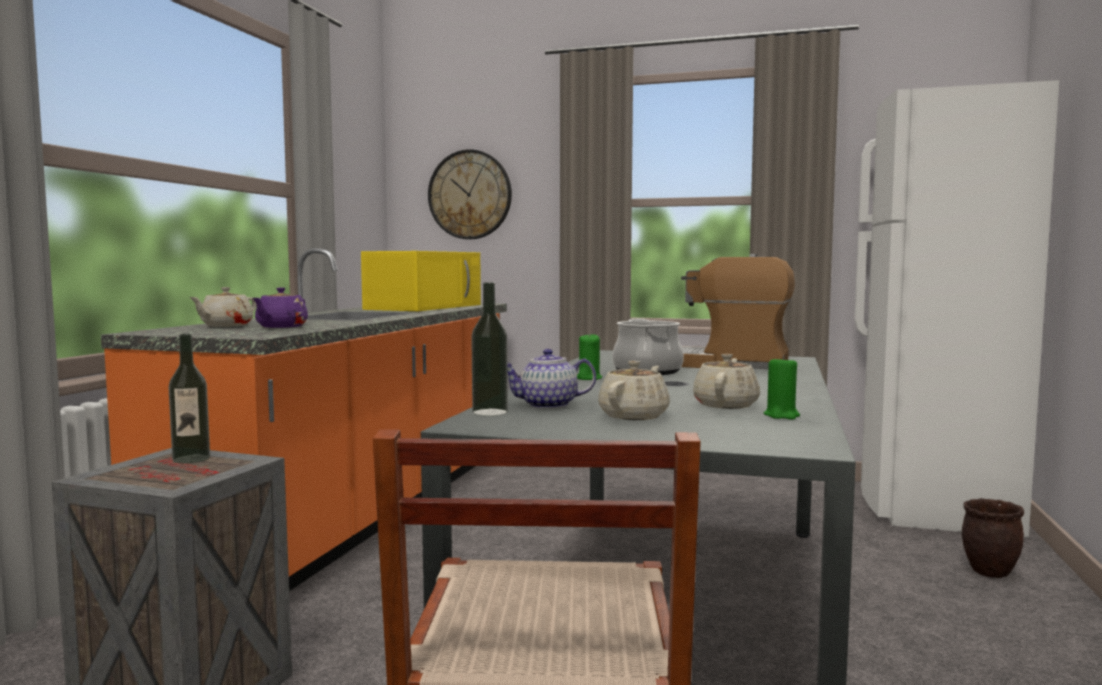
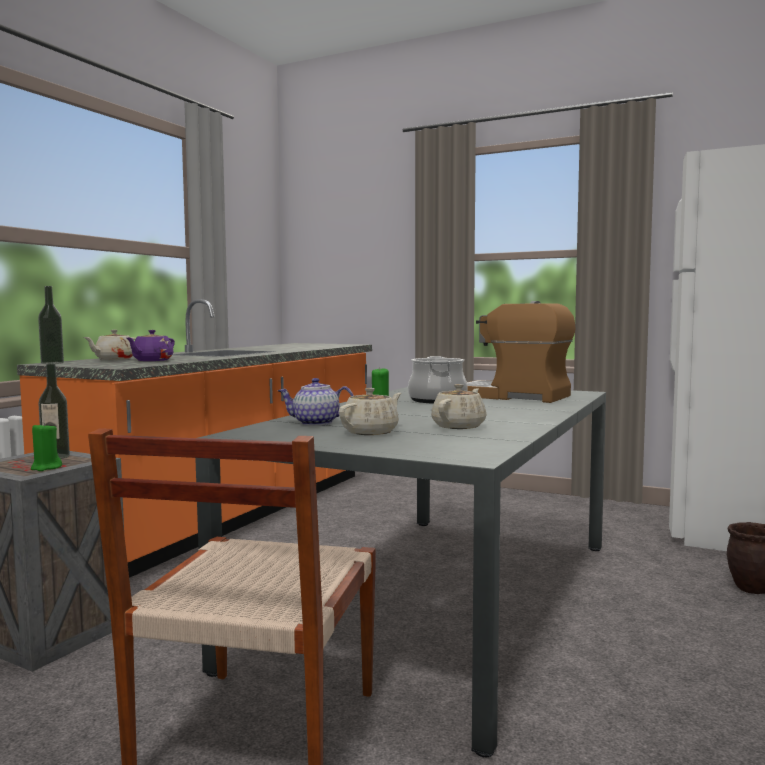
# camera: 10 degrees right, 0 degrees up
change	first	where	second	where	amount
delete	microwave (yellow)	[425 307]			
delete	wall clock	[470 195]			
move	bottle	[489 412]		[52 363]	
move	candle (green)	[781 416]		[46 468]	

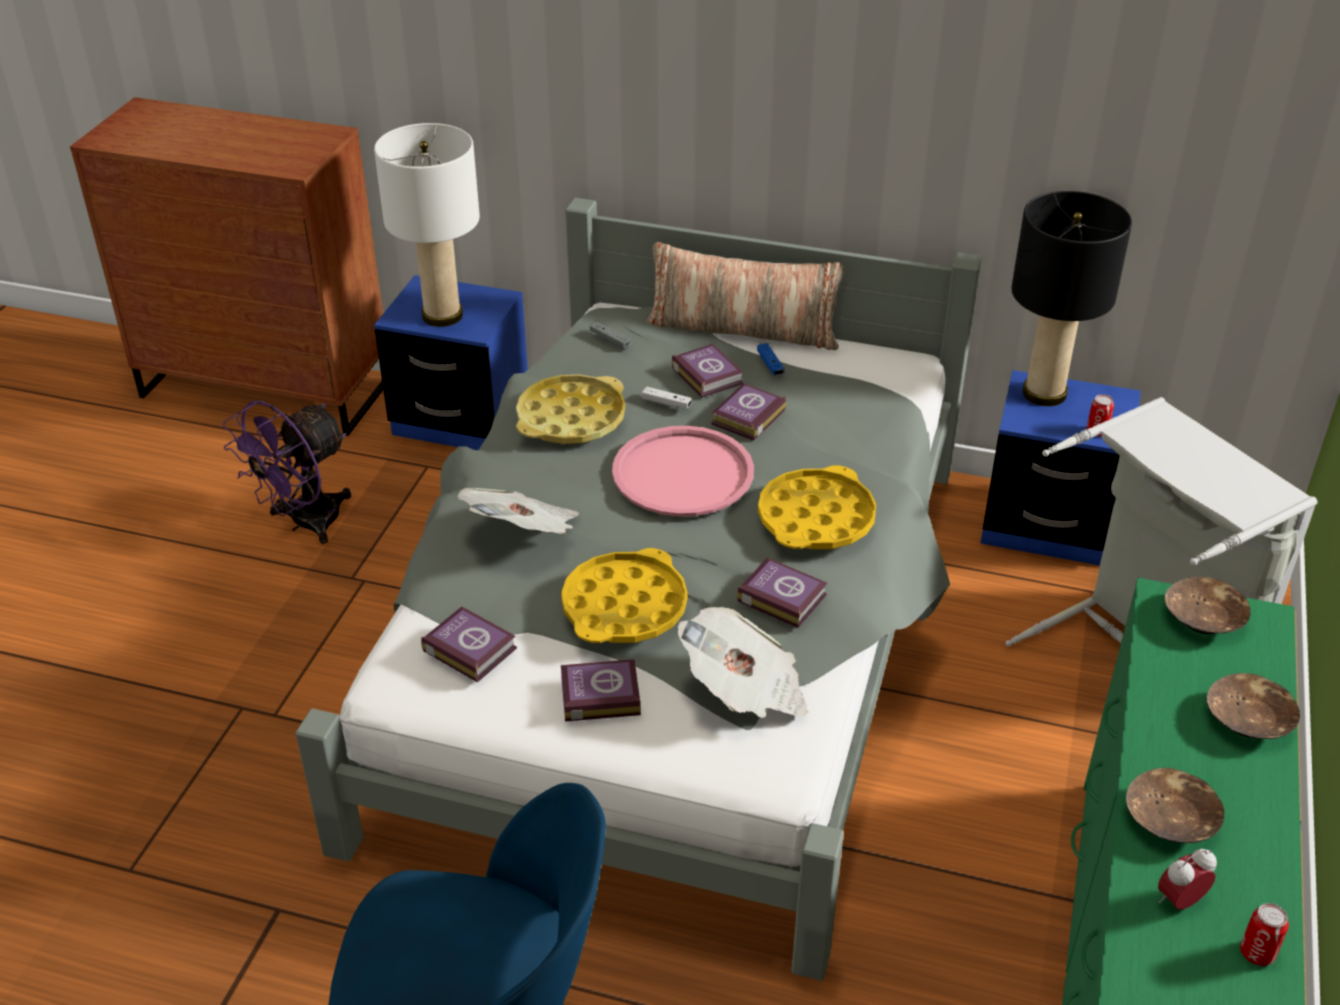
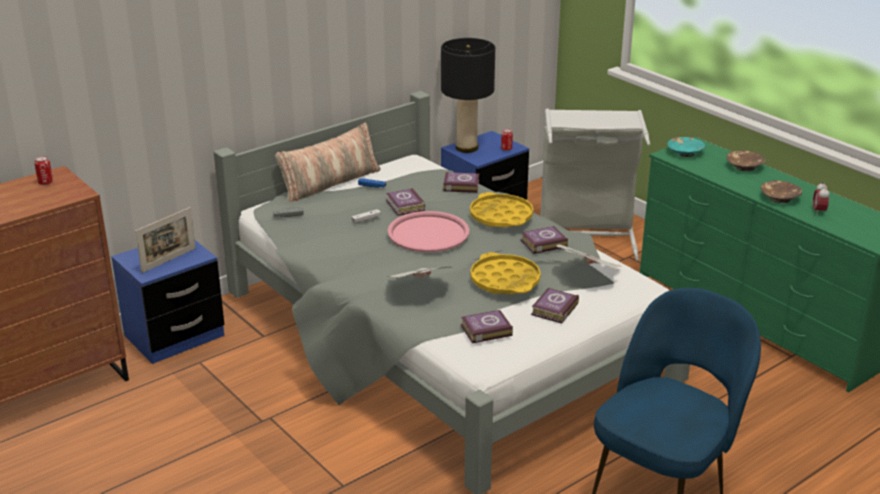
# camera: 55 degrees left, 10 degrees down
change	first	where	second	where	amount
delete	fan (purple)	[304 523]			
replace	table lamp (white)	[443 315]	picture frame	[169 260]	
delete	tray (yellow)	[571 418]			
move	book	[707 375]		[460 185]	
recolor	bowl (brown)	[1204 619]	bowl (turquoise)	[685 152]	
move	can	[1257 953]		[45 182]	

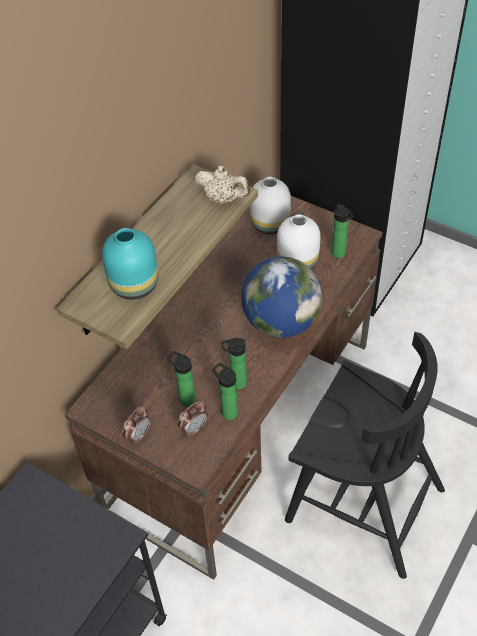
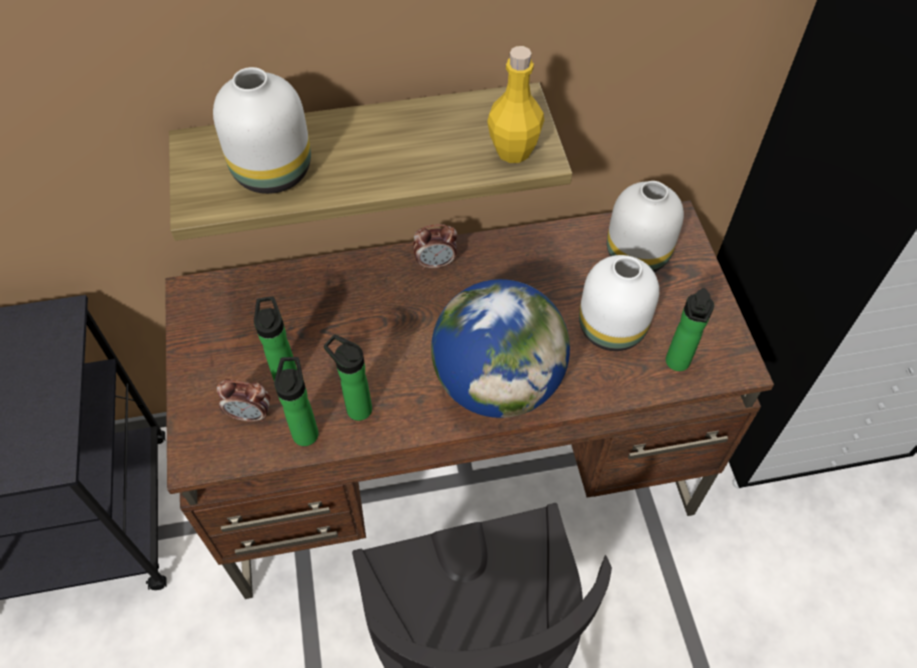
# camera: 45 degrees right, 5 degrees up
change	first	where	second	where	amount
recolor	vase (turquoise)	[135 284]	vase (white)	[275 172]	
move	alarm clock	[138 435]		[436 263]	
replace	teapot (beige)	[223 199]	bottle (yellow)	[513 151]	

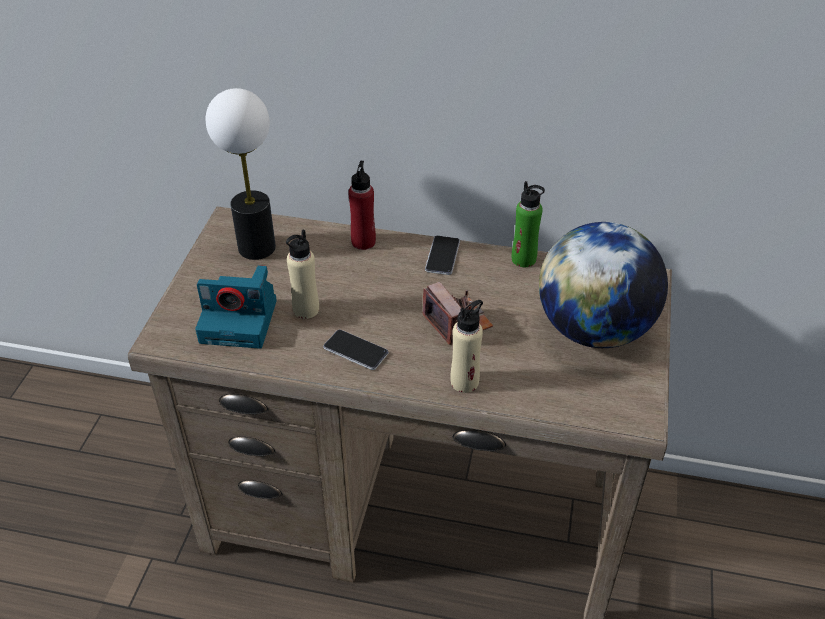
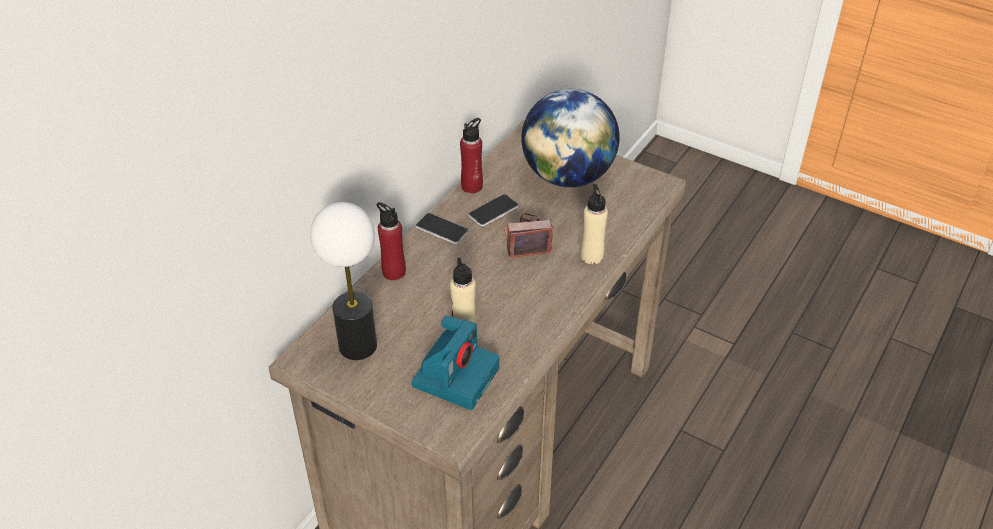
# camera: 70 degrees left, 0 degrees up
change	first	where	second	where	amount
move	phone	[355 350]		[493 211]	
recolor	bottle (green)	[523 259]	bottle (red)	[472 186]	

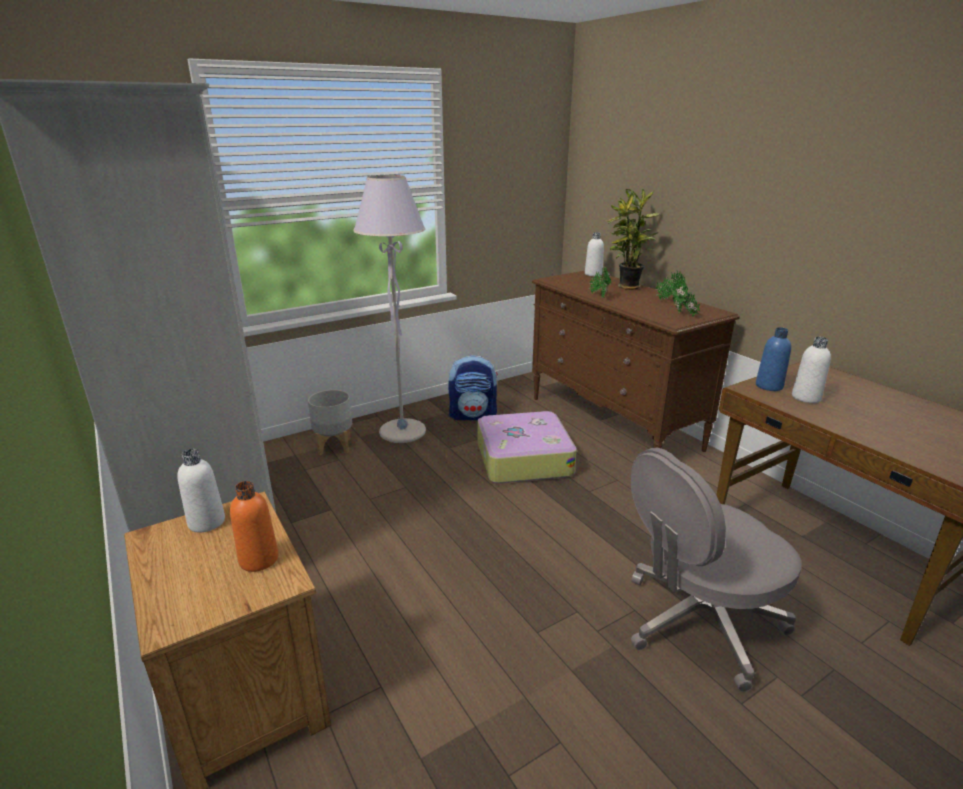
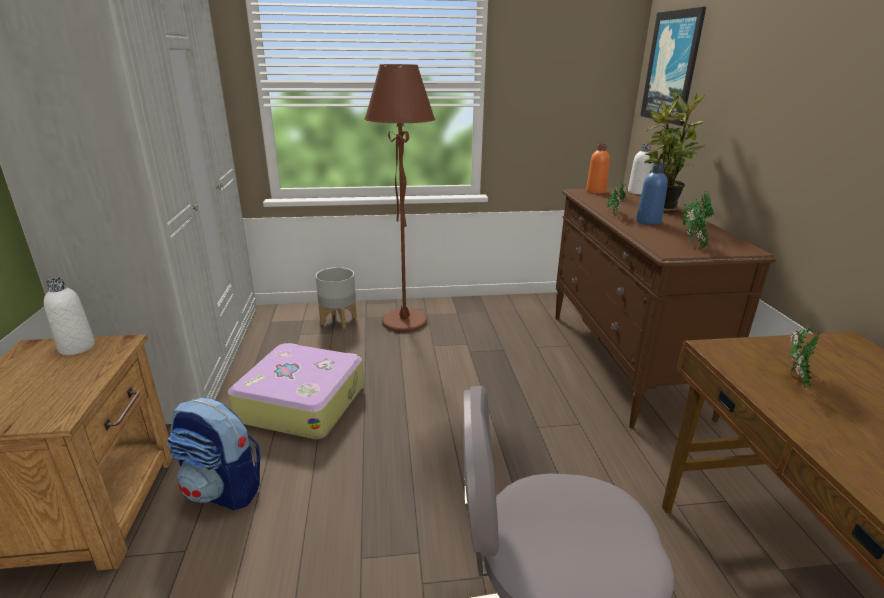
# camera: 25 degrees right, 0 degrees up
change	first	where	second	where	amount
move	bottle (orange)	[259 559]		[596 191]	
recolor	floor lamp (grey)	[403 432]	floor lamp (brown)	[405 321]	
move	backpack	[473 415]		[223 490]	
move	suitcase	[522 458]		[302 402]	
move	bottle (blue)	[769 386]		[648 221]	
replace	bottle (white)	[806 397]	potted plant	[795 379]	
insert			picture	[672 67]	

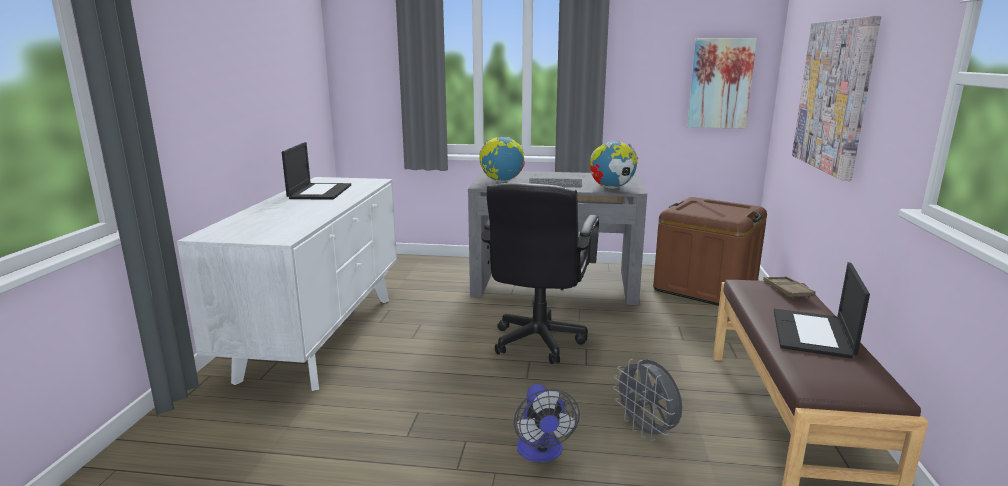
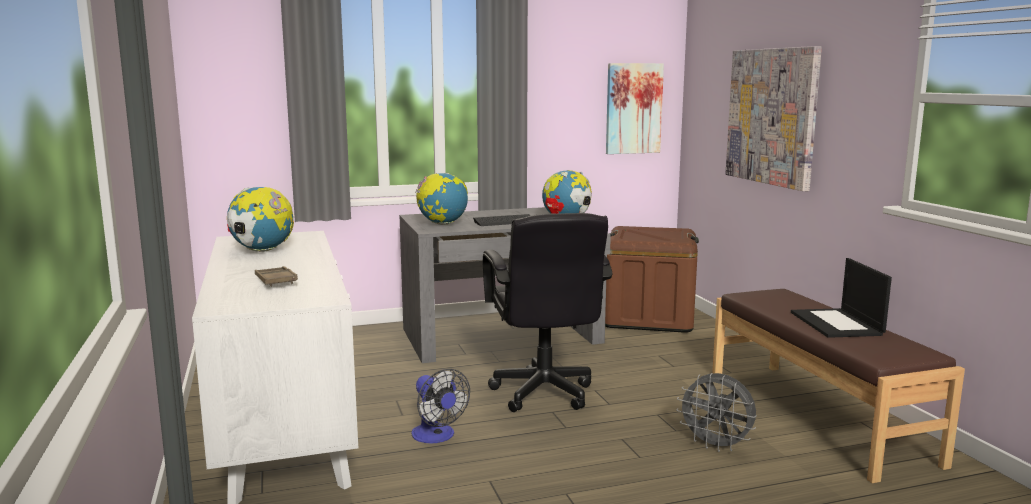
# camera: 25 degrees left, 5 degrees down
change	first	where	second	where	amount
replace	laptop	[319 191]	globe	[262 251]	
move	fan	[541 453]		[437 436]	
move	tray (brown)	[787 291]		[275 281]	

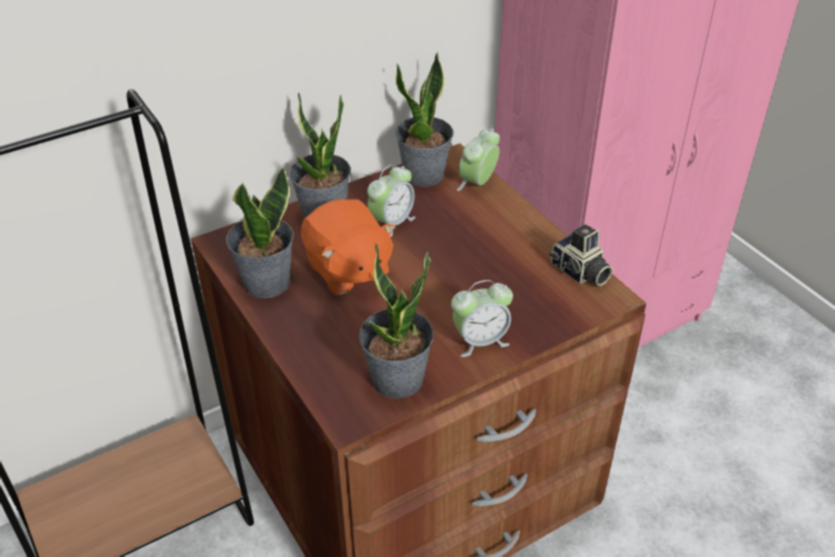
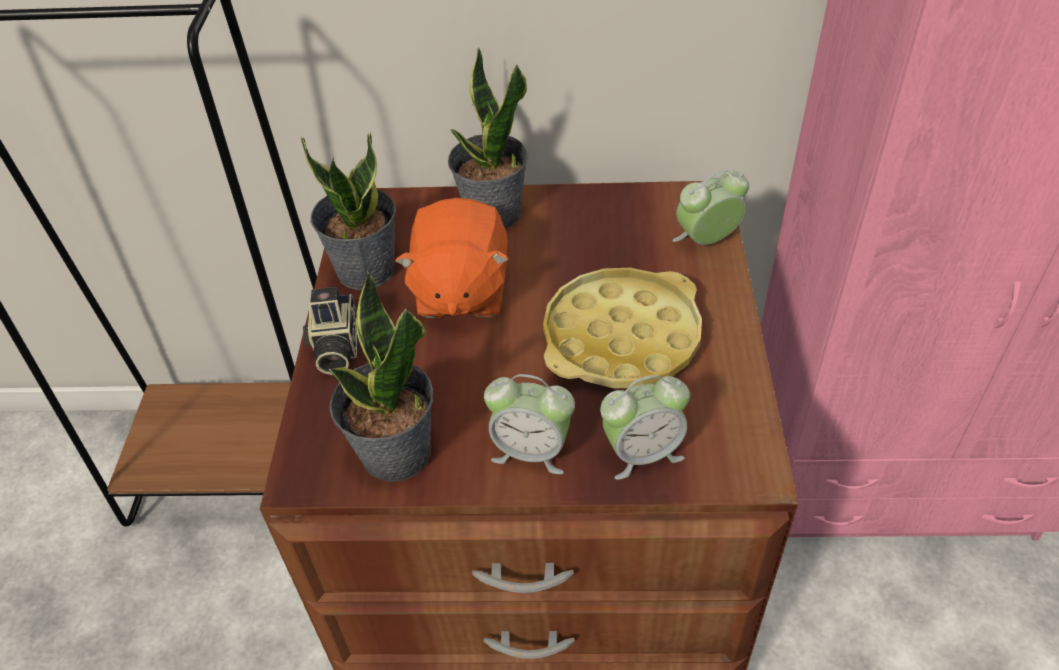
# camera: 35 degrees right, 5 degrees up
change	first	where	second	where	amount
move	alarm clock	[391 223]		[642 453]	
delete	potted plant	[424 175]			
move	photo camera	[579 272]		[335 348]	
insert			tray (yellow)	[621 338]	

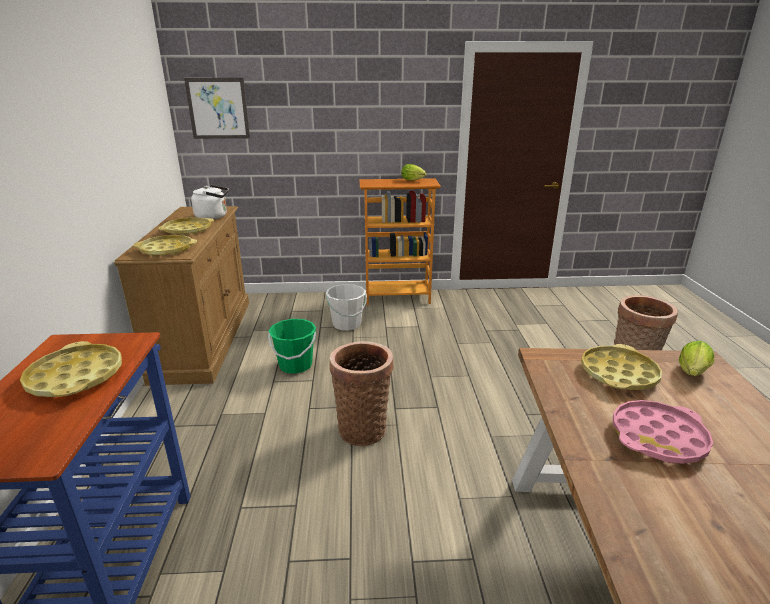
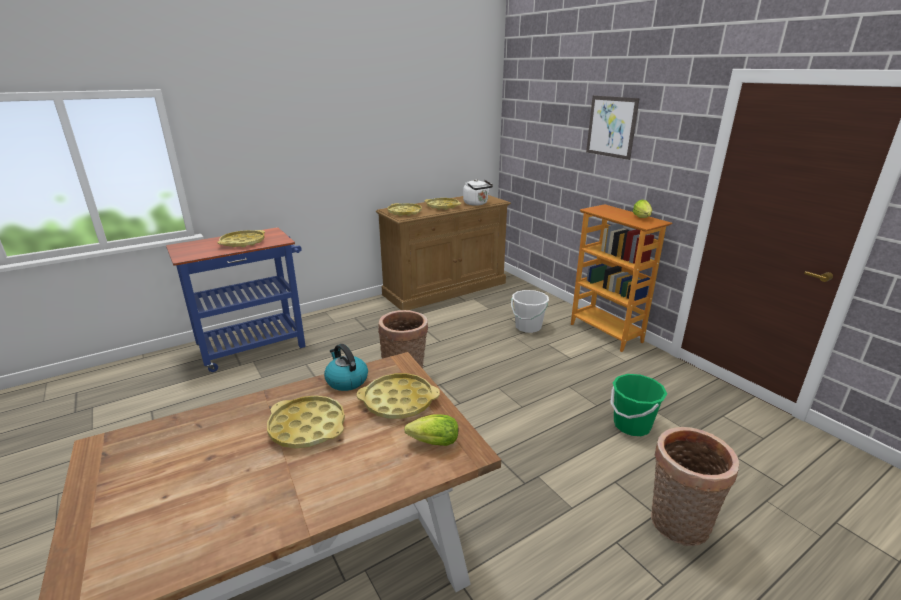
# camera: 60 degrees right, 0 degrees up
change	first	where	second	where	amount
move	picture	[218 108]		[611 127]	
move	bucket (green)	[295 365]		[631 425]	
recolor	tray (pink)	[658 438]	tray (yellow)	[307 427]	
insert			kettle	[346 380]	

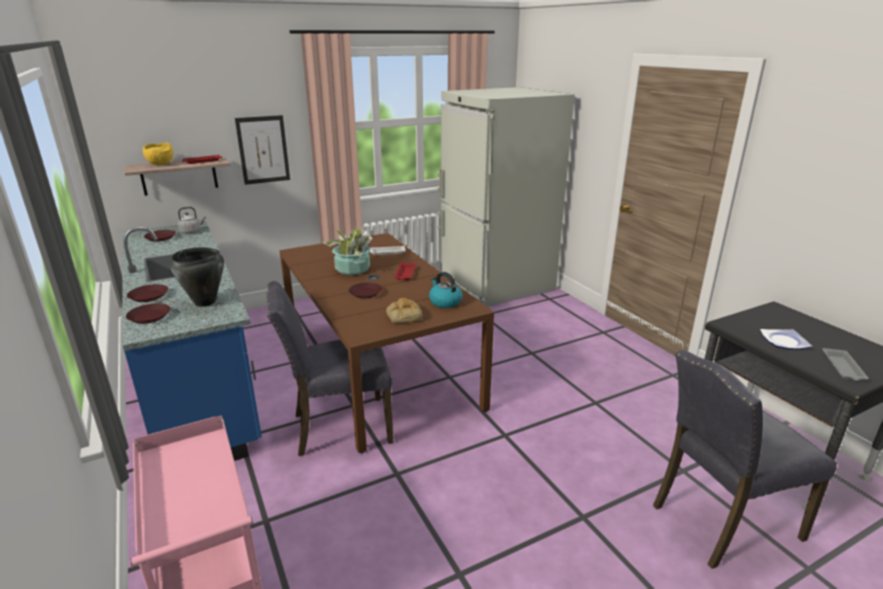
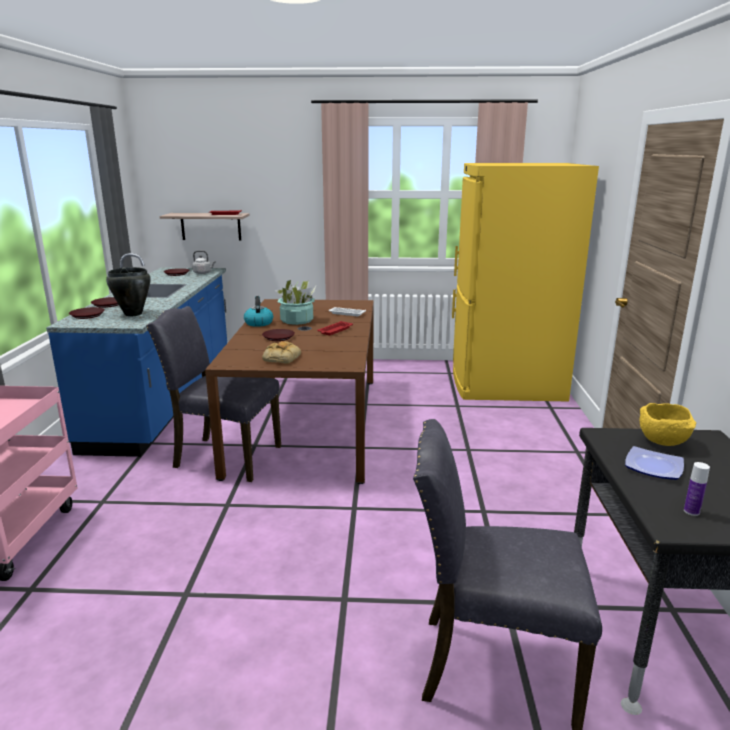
# camera: 30 degrees right, 5 degrees down
change	first	where	second	where	amount
move	bowl (yellow)	[161 164]		[664 442]	
delete	picture	[263 150]			
move	kettle	[445 302]		[258 323]	
recolor	fridge (white)	[495 283]	fridge (yellow)	[504 382]	
replace	tray (grey)	[843 368]	bottle	[691 511]	

